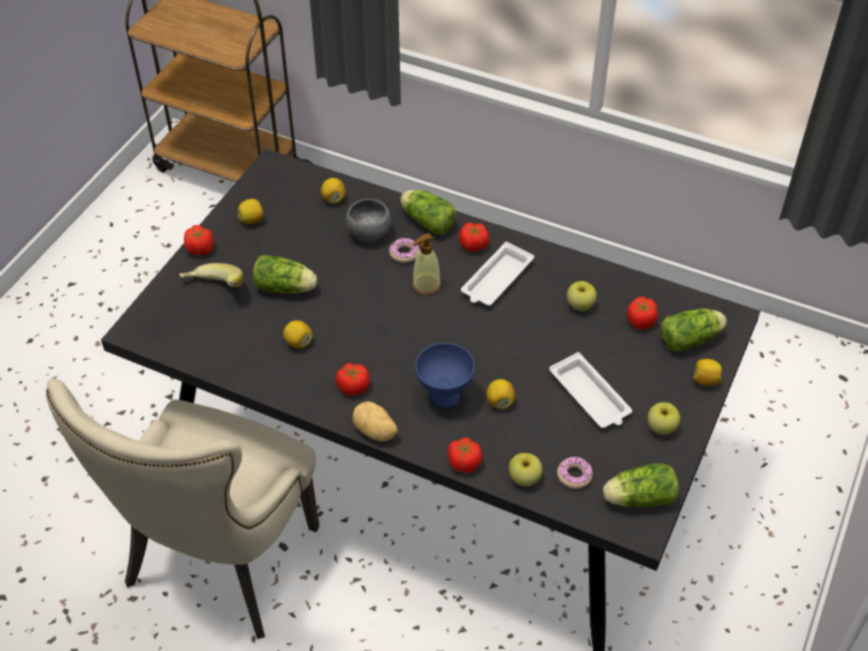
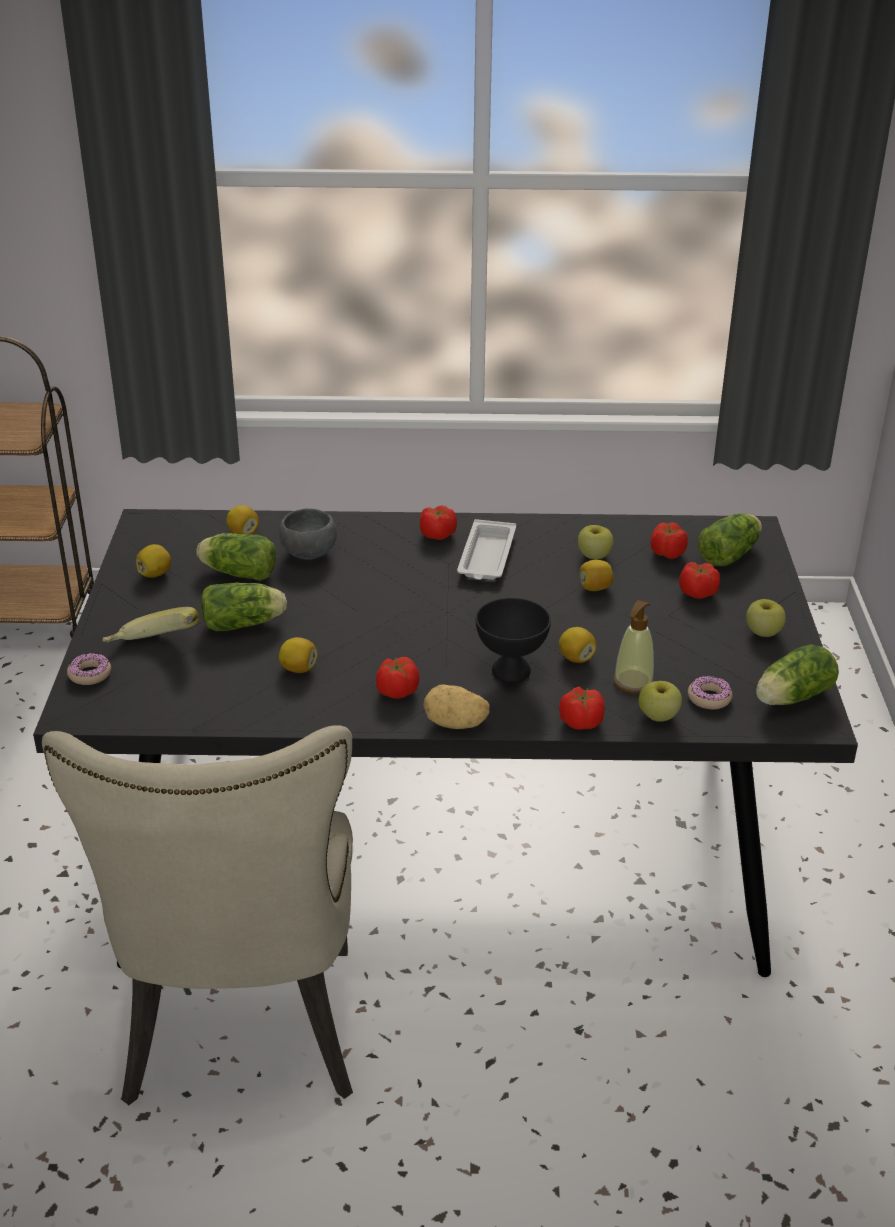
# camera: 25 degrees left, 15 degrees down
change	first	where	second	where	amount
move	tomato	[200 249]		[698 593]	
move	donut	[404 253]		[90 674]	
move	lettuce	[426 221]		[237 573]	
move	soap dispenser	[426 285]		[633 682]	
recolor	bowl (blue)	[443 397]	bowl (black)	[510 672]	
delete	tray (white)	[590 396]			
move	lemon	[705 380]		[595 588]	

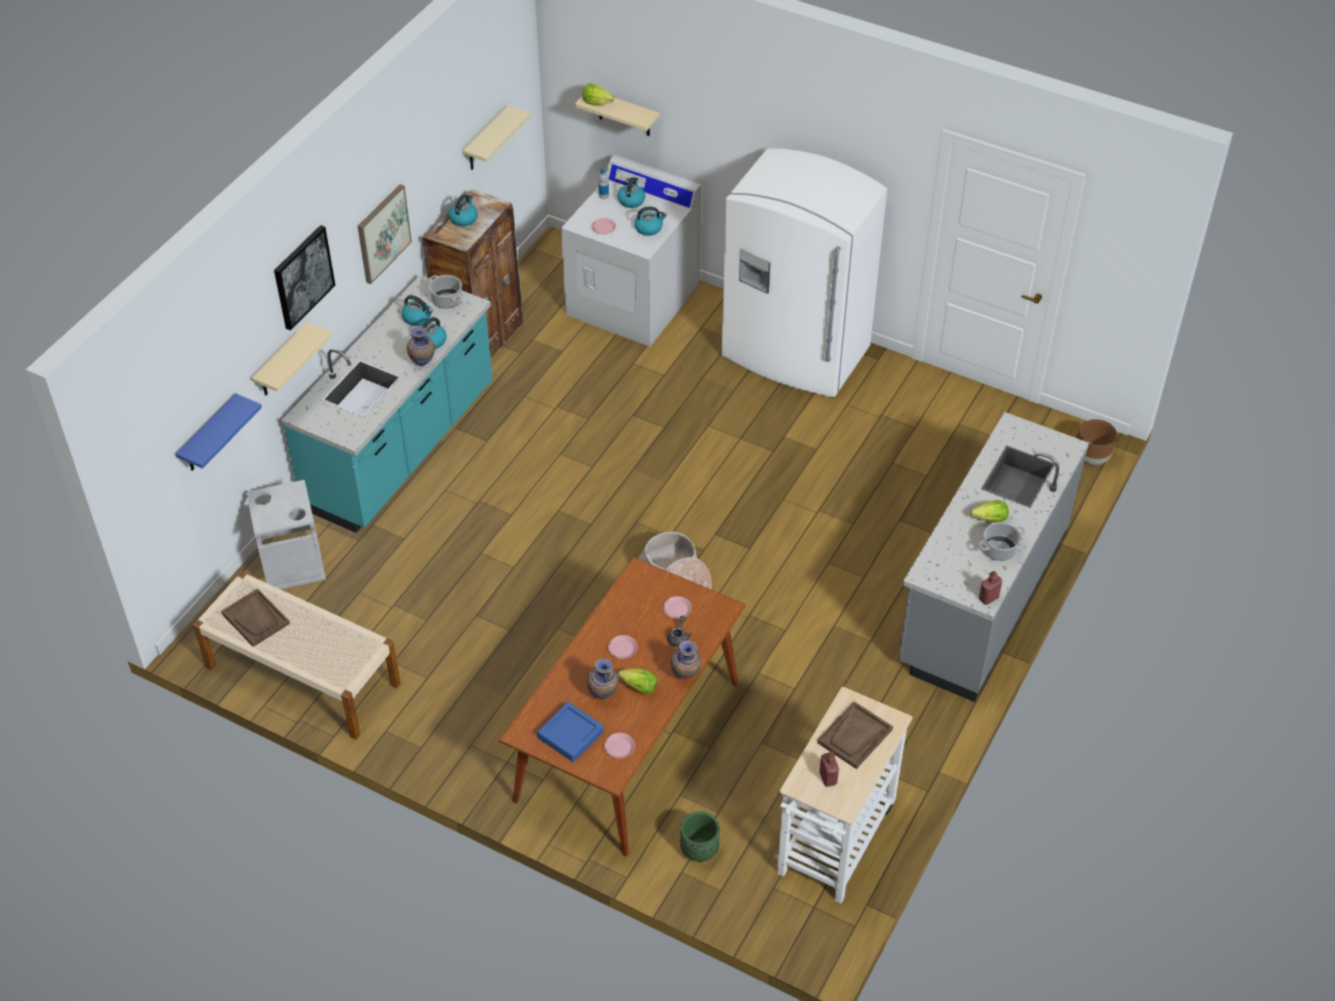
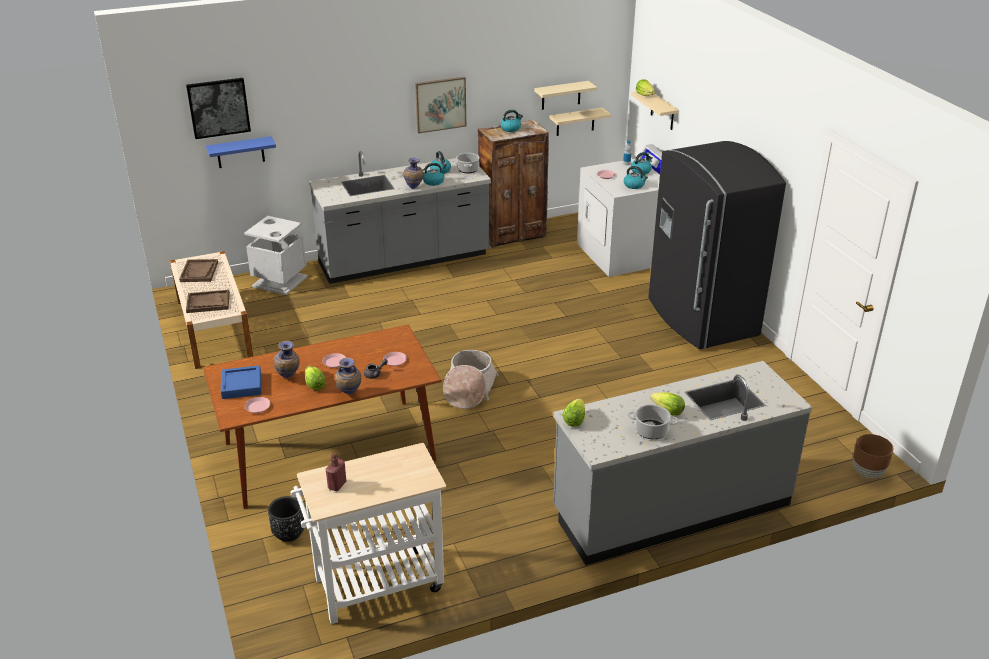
# camera: 40 degrees right, 15 degrees down
change	first	where	second	where	amount
move	shelf (beige)	[281 362]		[575 122]	
move	picture	[303 277]		[218 107]	
recolor	counter (turquoise)	[402 449]	counter (grey)	[404 261]	
recolor	planter (green)	[699 850]	planter (black)	[288 533]	
recolor	fridge (white)	[794 354]	fridge (black)	[700 318]	
move	tray (brown)	[855 736]		[208 303]	
delete	bottle (red)	[988 598]			
insert			lettuce	[574 420]	

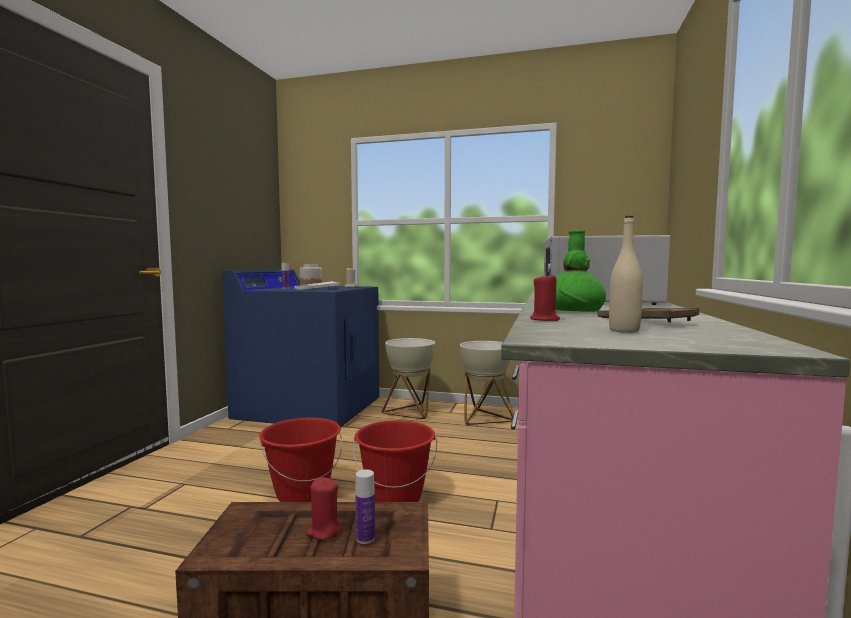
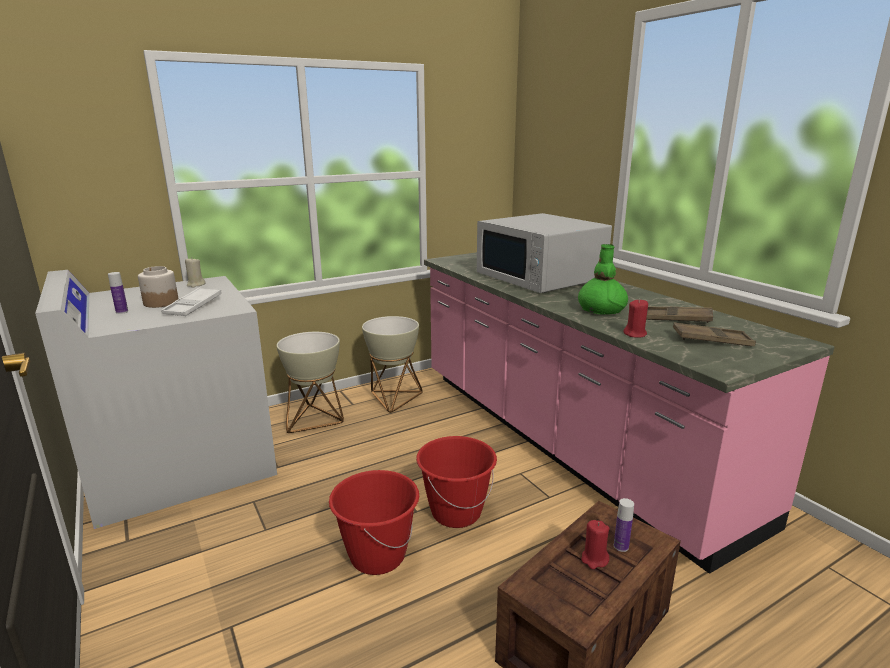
# camera: 45 degrees left, 15 degrees up
change	first	where	second	where	amount
recolor	washing machine (blue)	[310 407]	washing machine (white)	[182 461]	
replace	bottle (beige)	[624 330]	tray (brown)	[711 340]	

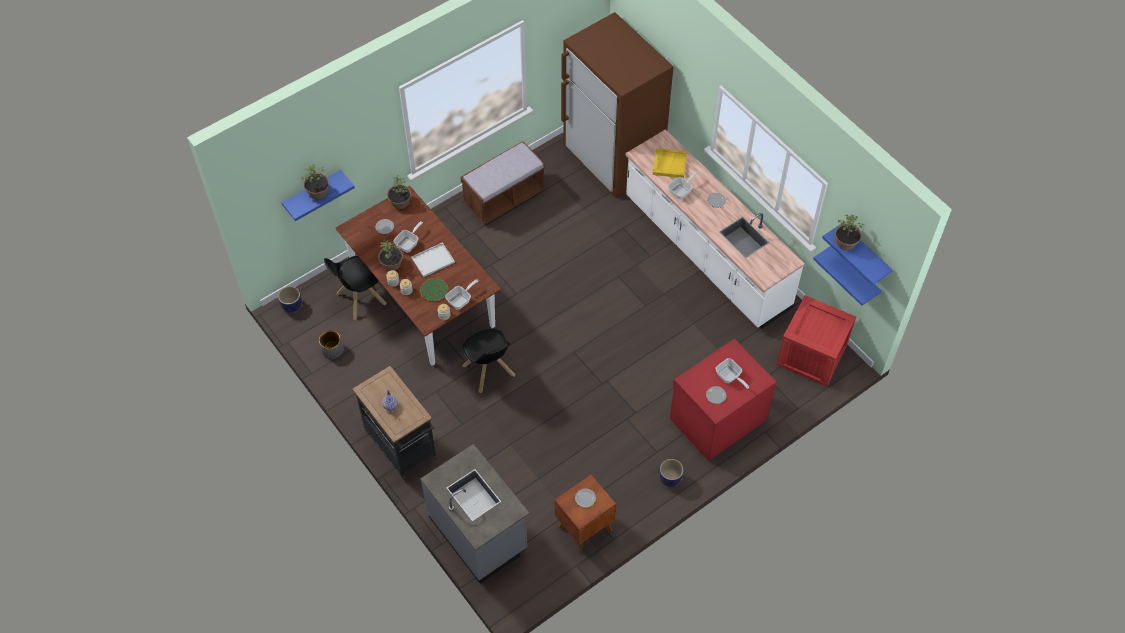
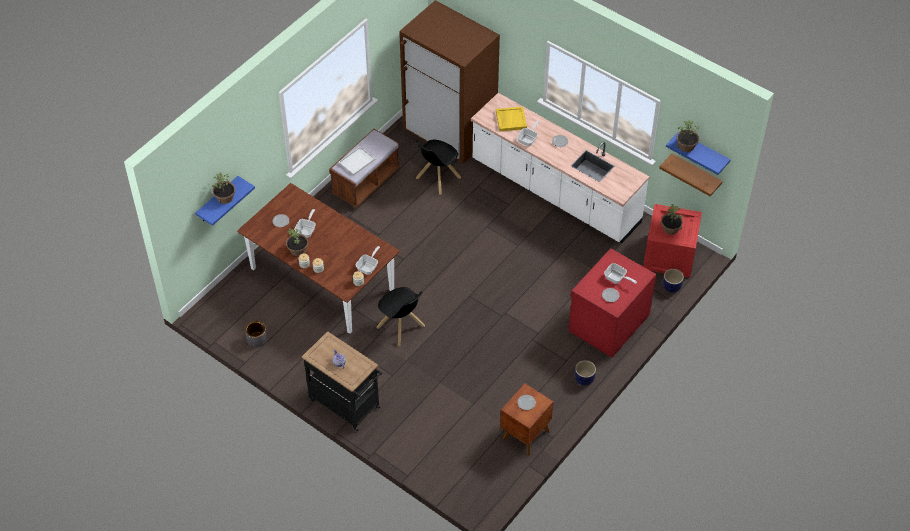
# camera: 15 degrees left, 5 degrees down
change	first	where	second	where	amount
move	planter	[292 306]		[671 287]	
move	chair (black)	[359 299]		[437 178]	
move	potted plant	[400 202]		[670 229]	
move	tray (white)	[433 259]		[357 161]	
delete	plate (green)	[434 290]			
delete	counter (grey)	[479 533]			
recolor	shelf (blue)	[855 273]	shelf (brown)	[695 173]	

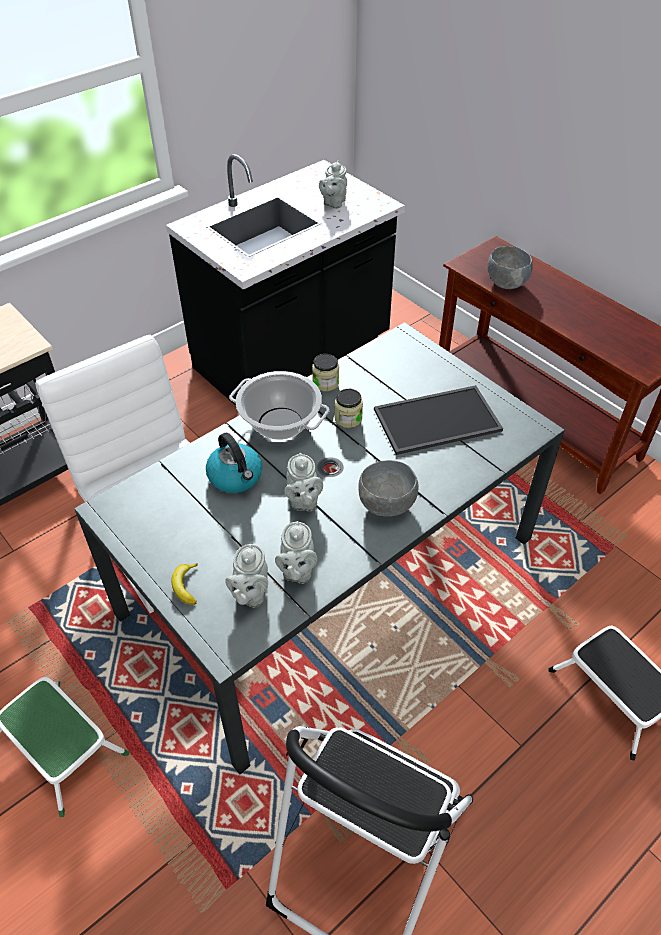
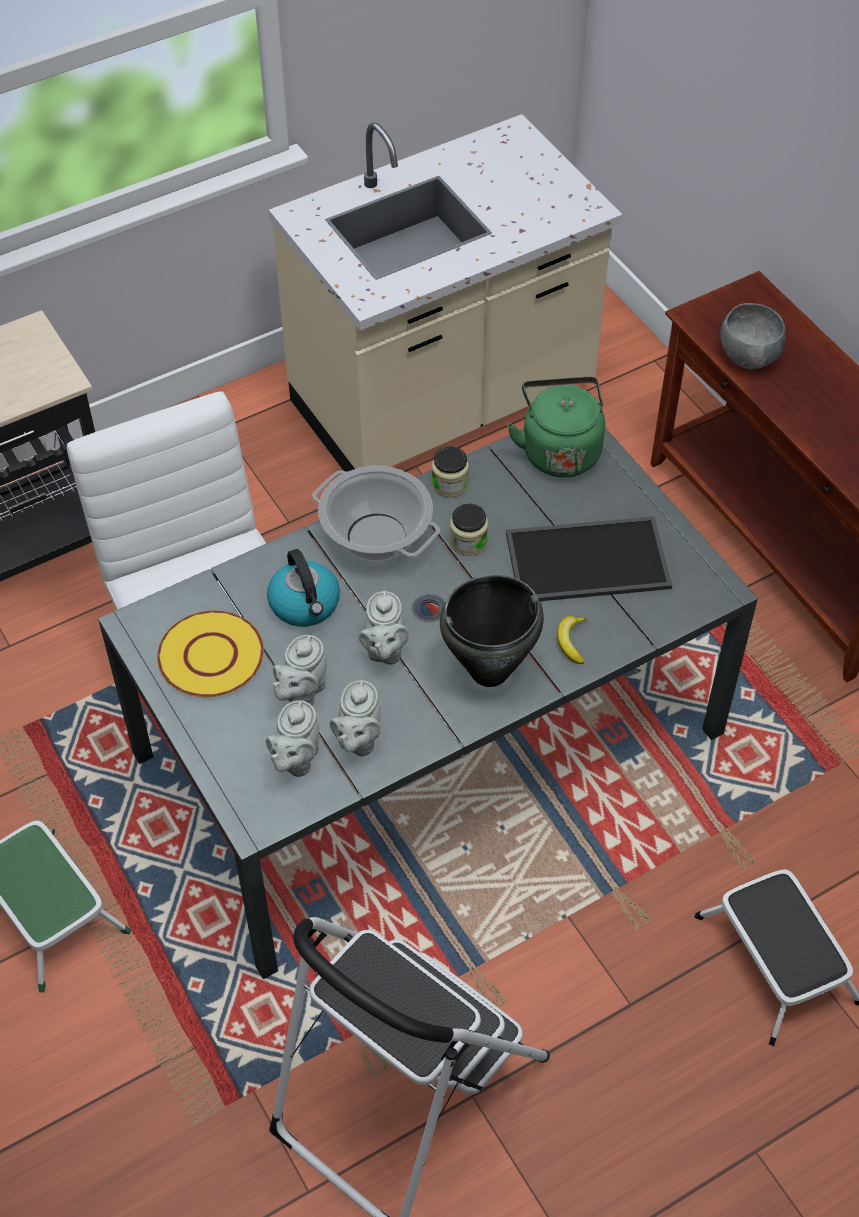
# camera: 10 degrees right, 5 degrees up
change	first	where	second	where	amount
recolor	counter (black)	[293 357]	counter (beige)	[443 401]	
move	banana	[185 586]		[571 641]	
move	teapot (grey)	[333 203]		[301 692]	
replace	bowl (grey)	[387 506]	cooking pot (black)	[490 672]	
insert			plate (yellow)	[210 655]	
insert			kettle (green)	[559 450]	

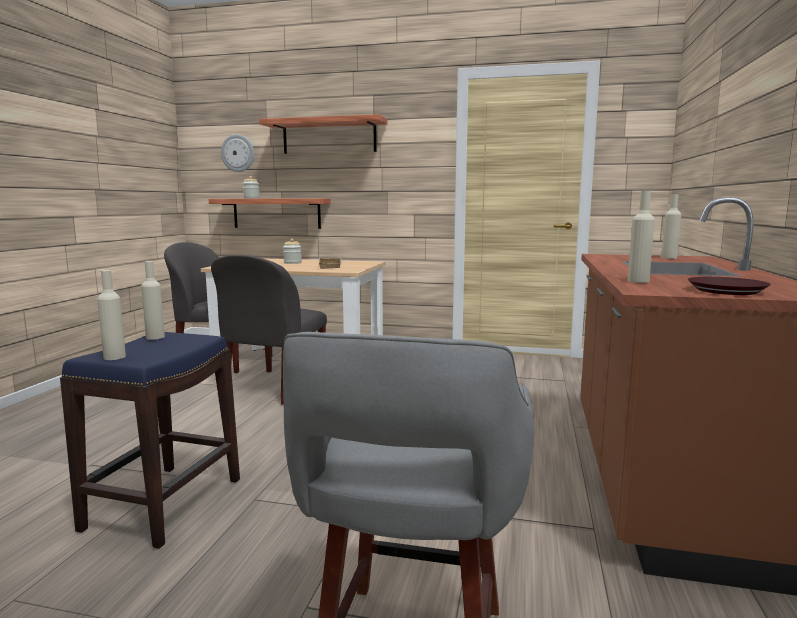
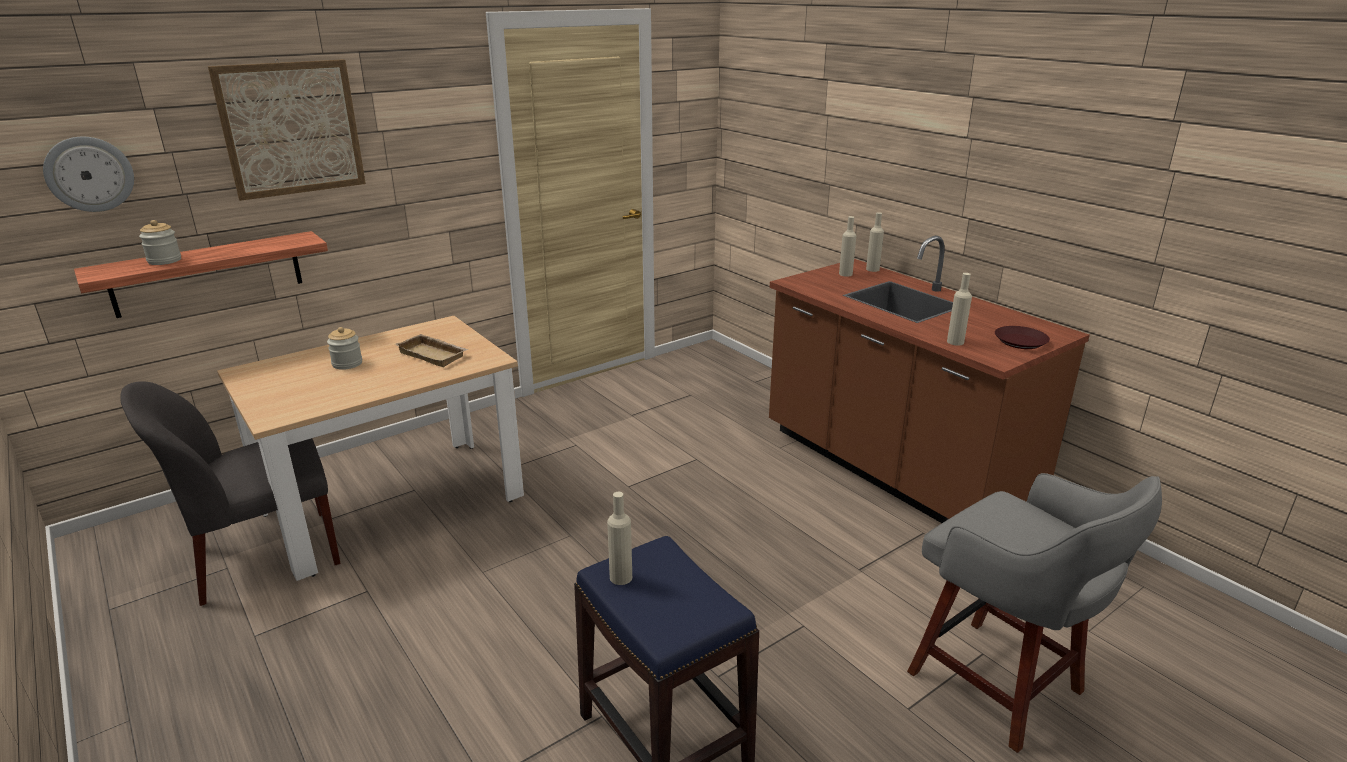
# camera: 50 degrees left, 15 degrees up
change	first	where	second	where	amount
move	bottle (beige)	[114 357]		[872 269]	
delete	chair (grey)	[274 388]			
replace	shelf	[329 137]	picture	[291 127]	

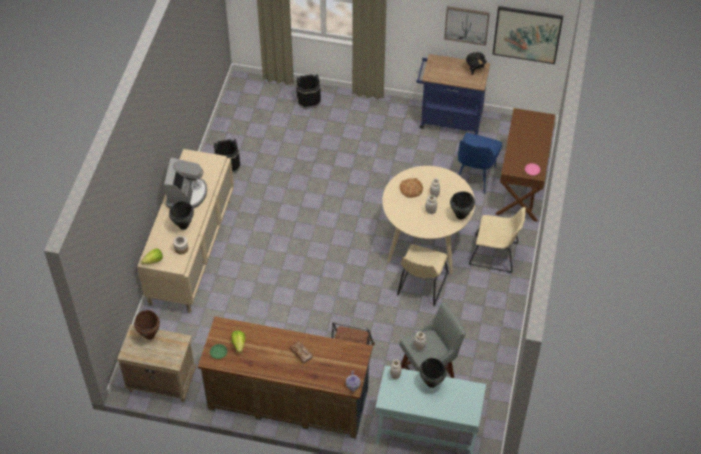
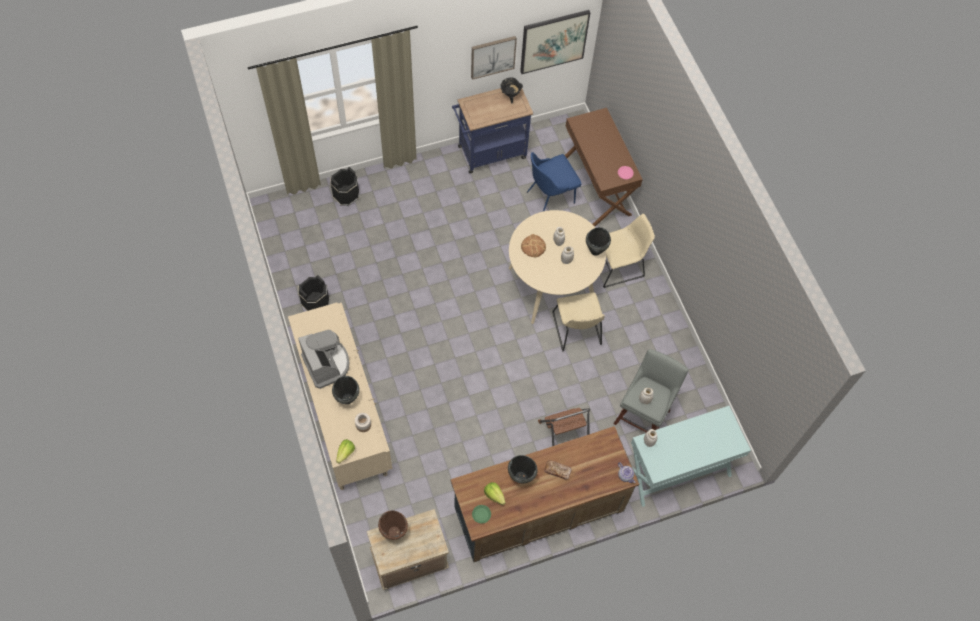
# camera: 35 degrees left, 10 degrees up
change	first	where	second	where	amount
move	cooking pot (black)	[431 383]		[521 477]	
rotate	chair (blue)	[475 176]		[550 198]	75 degrees clockwise

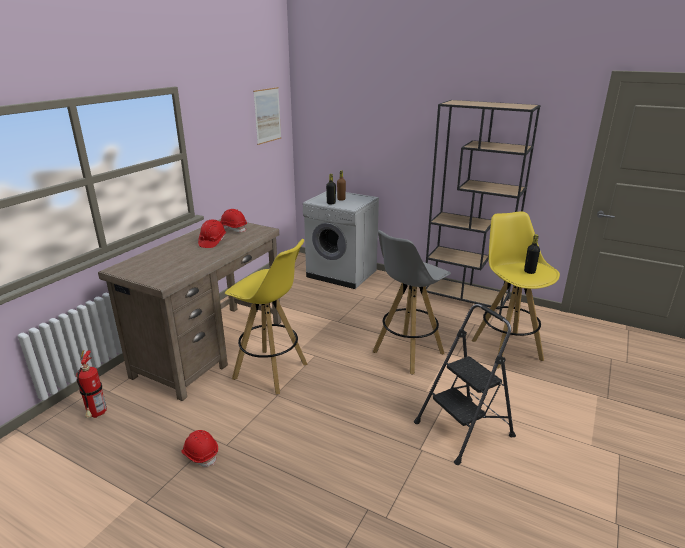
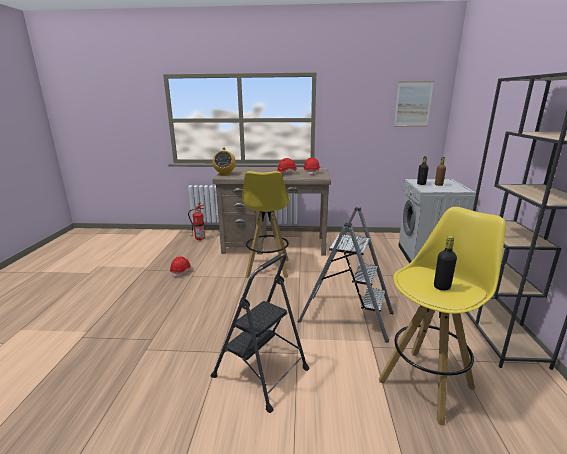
# camera: 65 degrees right, 5 degrees down
change	first	where	second	where	amount
replace	stool (grey)	[406 353]	step ladder (grey)	[345 316]	
insert			radio	[224 174]	

